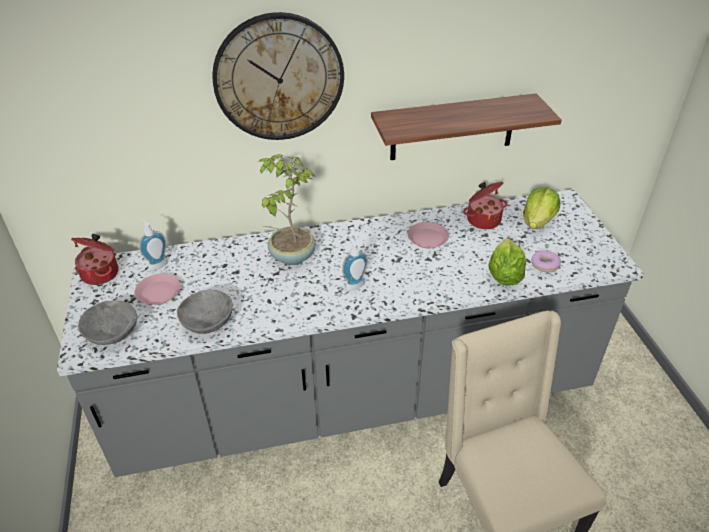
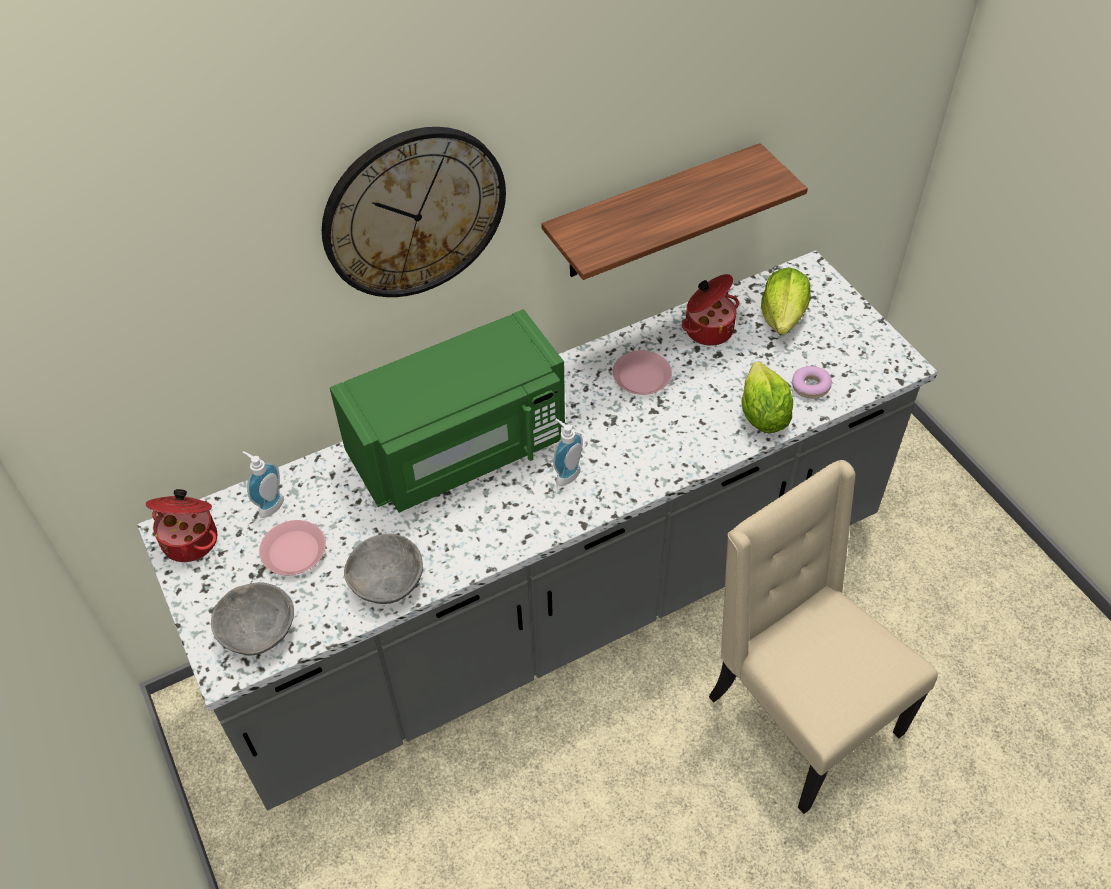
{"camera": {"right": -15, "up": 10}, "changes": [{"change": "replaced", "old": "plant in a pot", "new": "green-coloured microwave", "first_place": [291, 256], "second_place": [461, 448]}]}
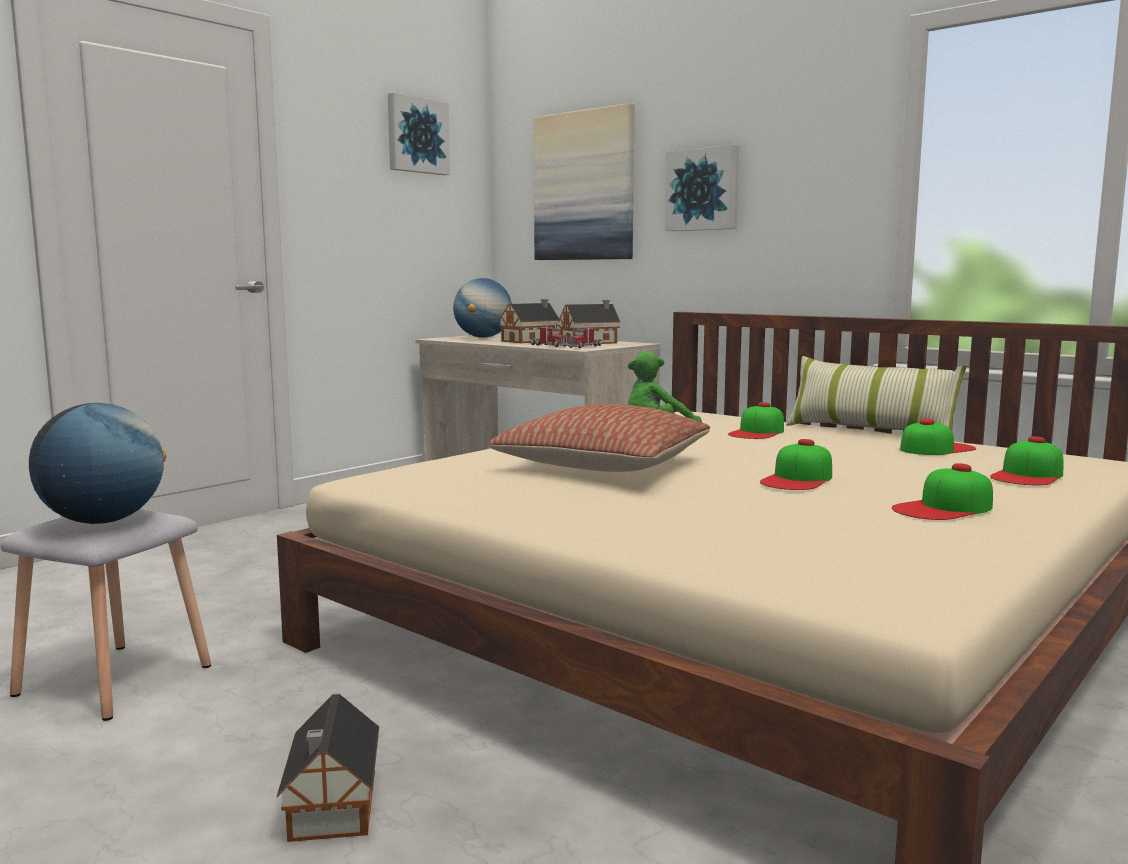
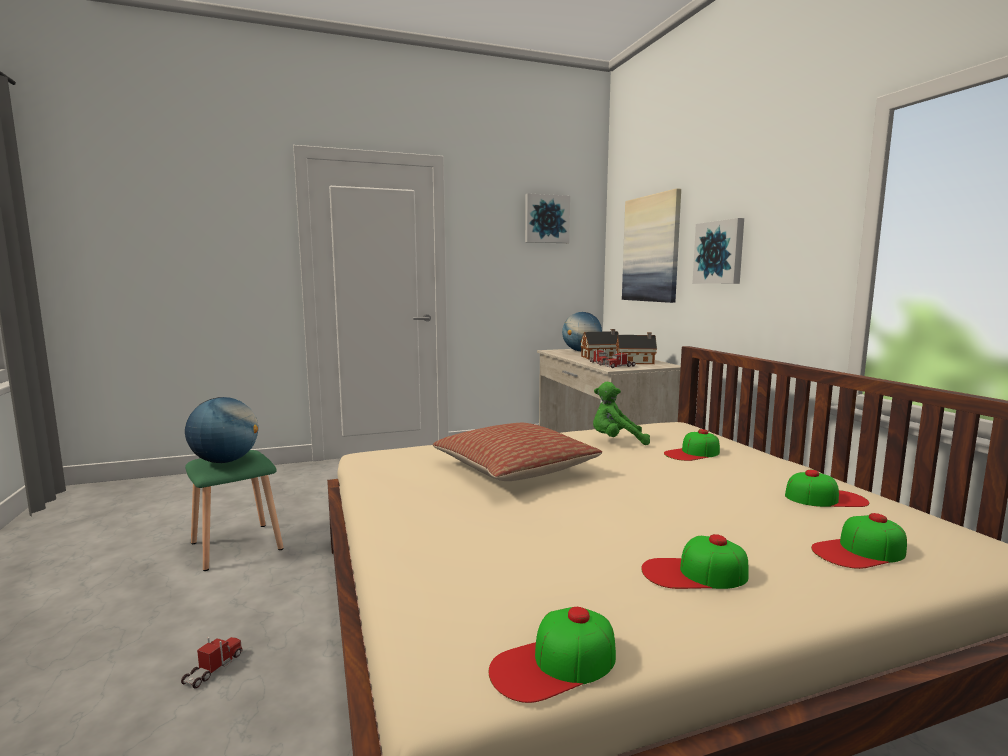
{"camera": {"right": 30, "up": 0}, "changes": [{"change": "removed", "old": "pillow", "first_place": [870, 430]}, {"change": "moved", "old": "baseball cap", "first_place": [798, 479], "second_place": [554, 664]}, {"change": "replaced", "old": "miniature house", "new": "toy truck", "first_place": [331, 808], "second_place": [213, 669]}, {"change": "recoloured", "old": "greyish sitting stool", "new": "green-coloured sitting stool", "first_place": [115, 679], "second_place": [238, 545]}]}
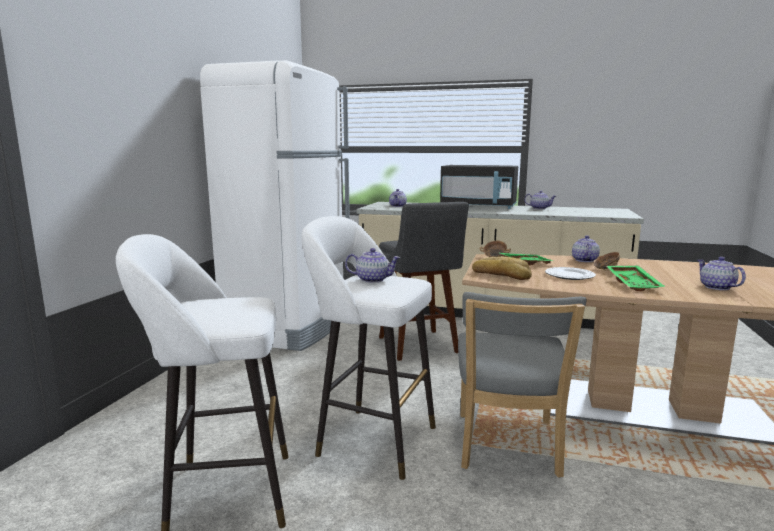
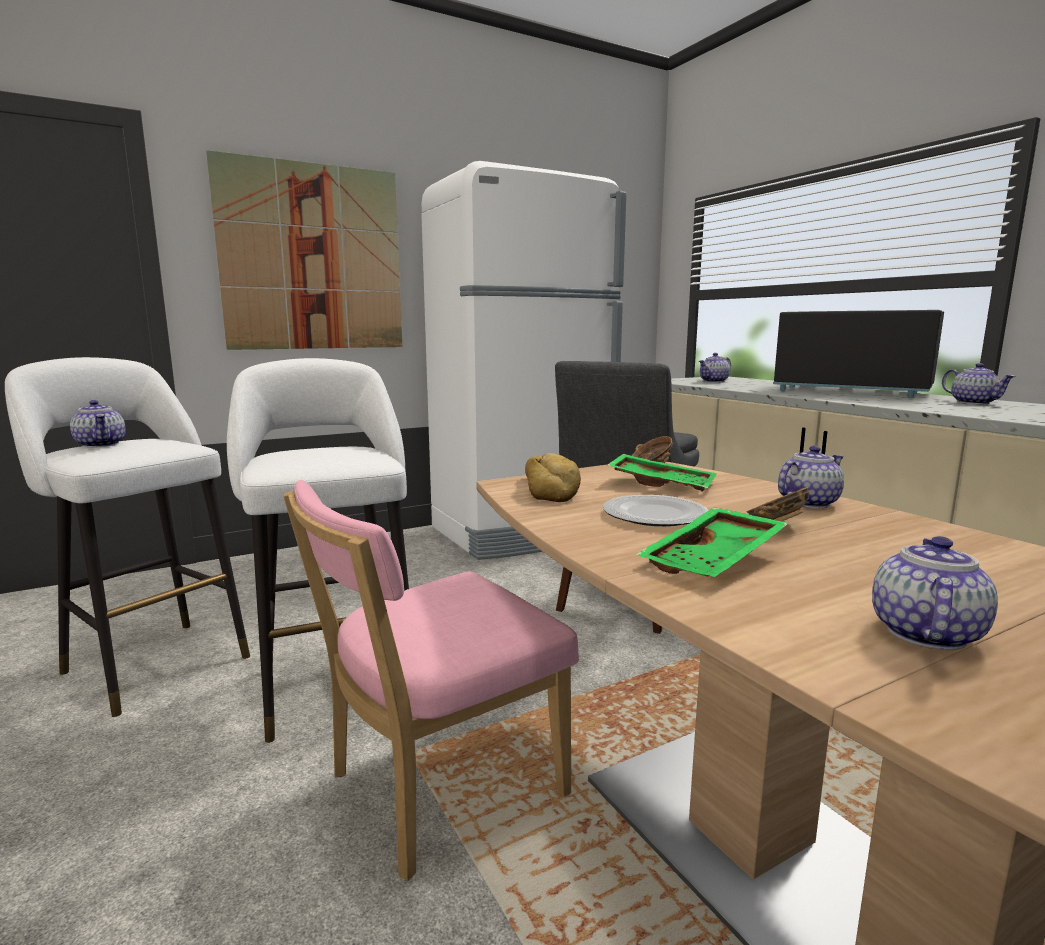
{"camera": {"right": 45, "up": 0}, "changes": [{"change": "added", "new": "picture", "second_place": [313, 258]}, {"change": "moved", "old": "teapot", "first_place": [373, 280], "second_place": [101, 444]}, {"change": "recoloured", "old": "greyish chair", "new": "pinkish chair", "first_place": [507, 448], "second_place": [437, 788]}, {"change": "turned", "old": "black microwave", "first_place": [478, 206], "second_place": [851, 391], "degrees": 150}]}
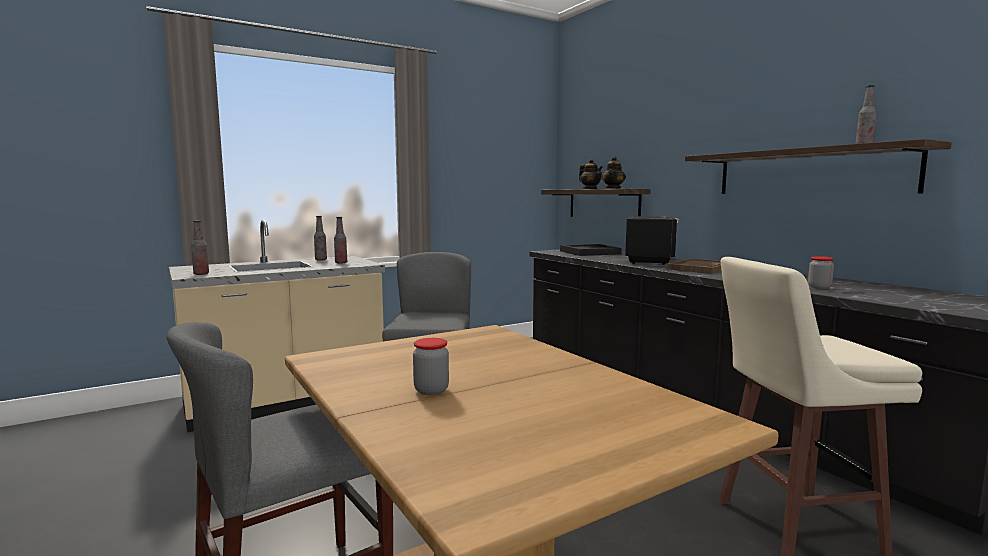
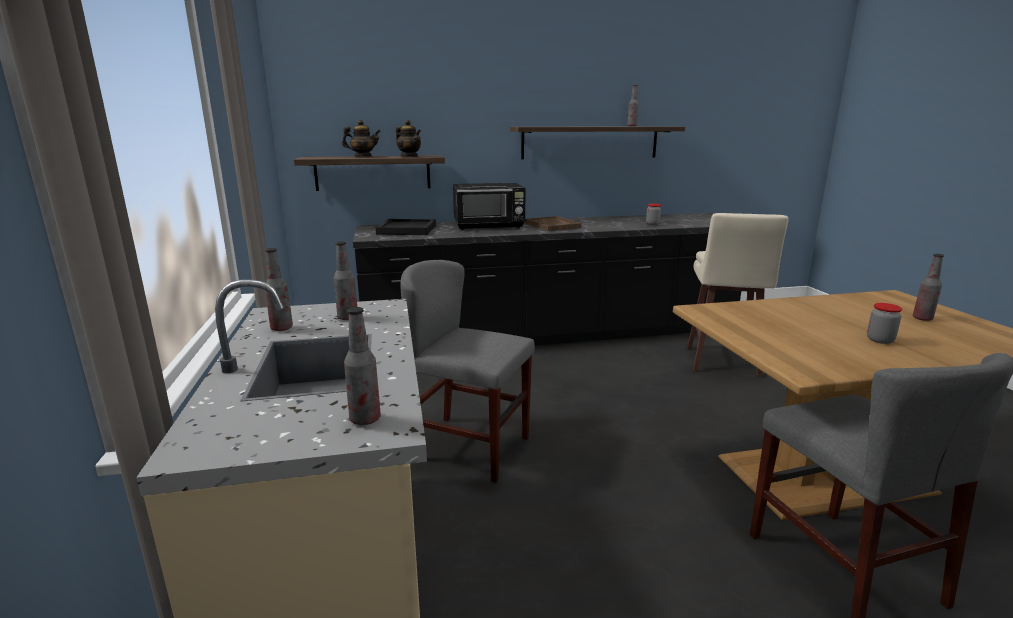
{"camera": {"right": -70, "up": 10}, "changes": [{"change": "added", "new": "beverage bottle", "second_place": [922, 318]}, {"change": "turned", "old": "black microwave", "first_place": [650, 260], "second_place": [489, 226], "degrees": 135}]}
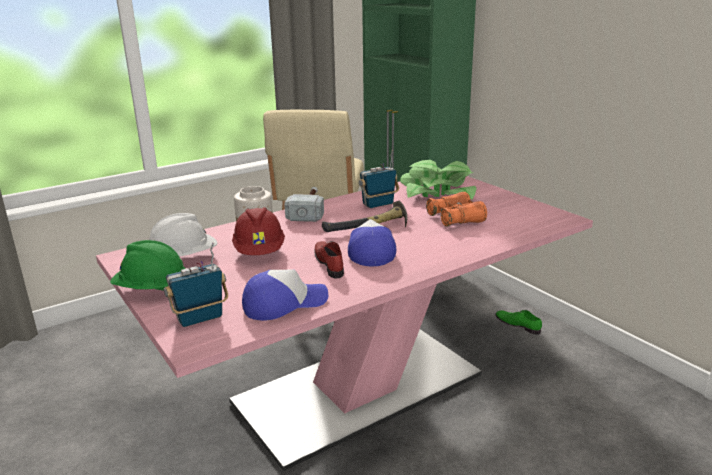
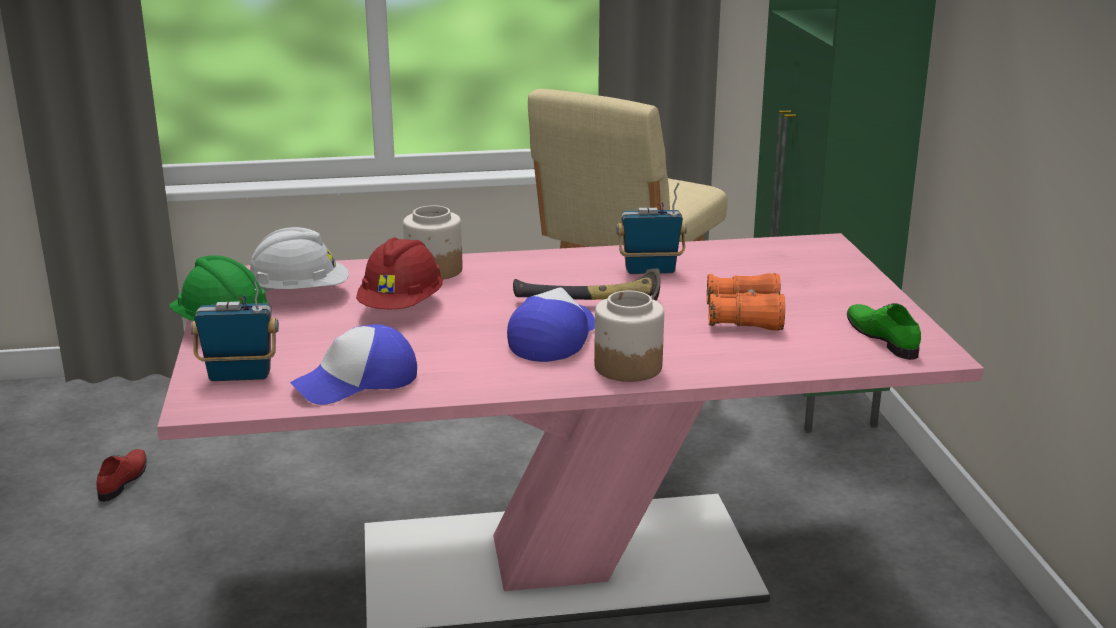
{"camera": {"right": 25, "up": 0}, "changes": [{"change": "removed", "old": "hammer", "first_place": [309, 210]}, {"change": "removed", "old": "plant in a pot", "first_place": [437, 192]}, {"change": "added", "new": "preserve jar", "second_place": [627, 366]}, {"change": "moved", "old": "red low shoe", "first_place": [330, 262], "second_place": [124, 479]}, {"change": "moved", "old": "green-coloured low shoe", "first_place": [518, 324], "second_place": [883, 336]}, {"change": "turned", "old": "baseball cap", "first_place": [284, 304], "second_place": [357, 382], "degrees": 150}]}
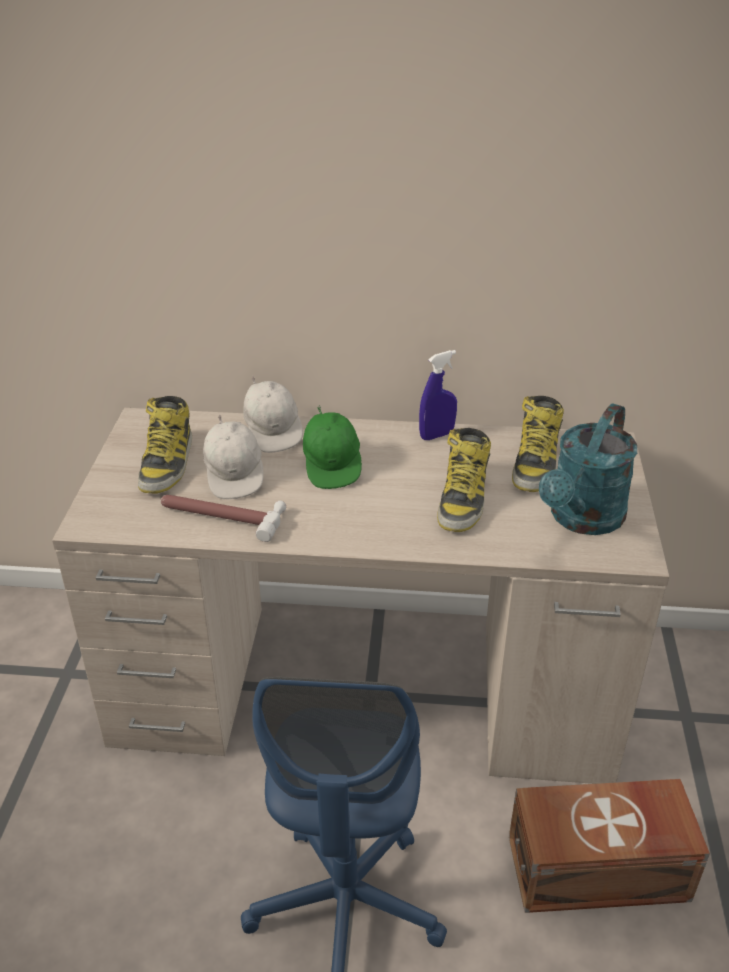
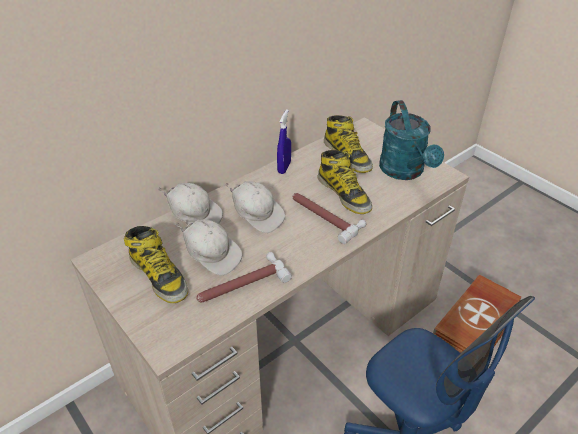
{"camera": {"right": -45, "up": 5}, "changes": [{"change": "added", "new": "hammer", "second_place": [324, 216]}, {"change": "recoloured", "old": "green-coloured baseball cap", "new": "white-coloured baseball cap", "first_place": [332, 465], "second_place": [257, 216]}]}
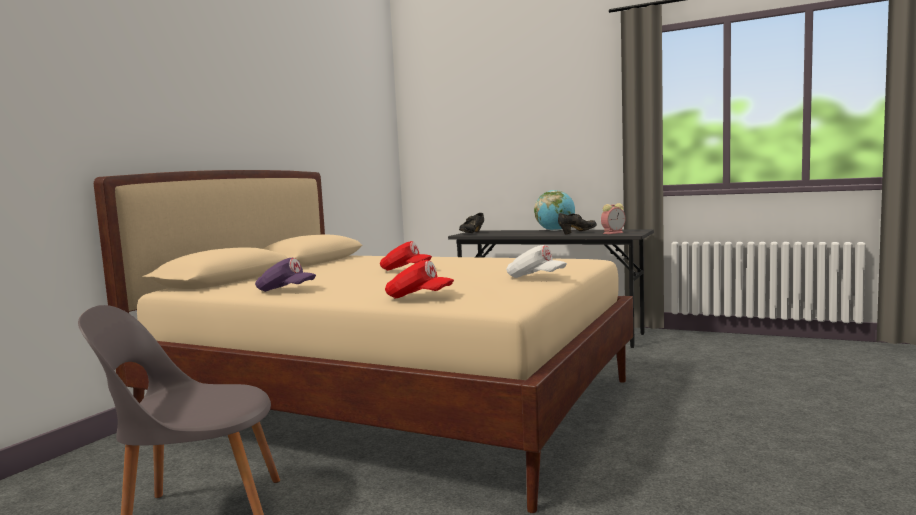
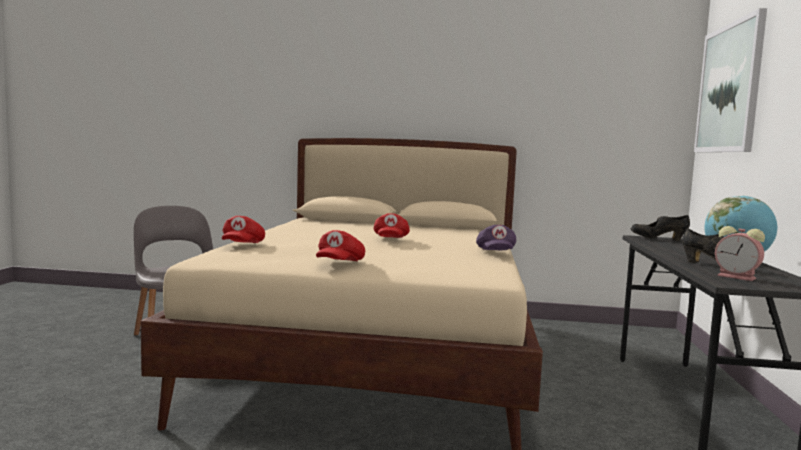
{"camera": {"right": 70, "up": 0}, "changes": [{"change": "added", "new": "picture", "second_place": [729, 88]}, {"change": "moved", "old": "purple baseball cap", "first_place": [285, 291], "second_place": [496, 253]}, {"change": "recoloured", "old": "white-coloured baseball cap", "new": "red baseball cap", "first_place": [535, 278], "second_place": [339, 264]}]}
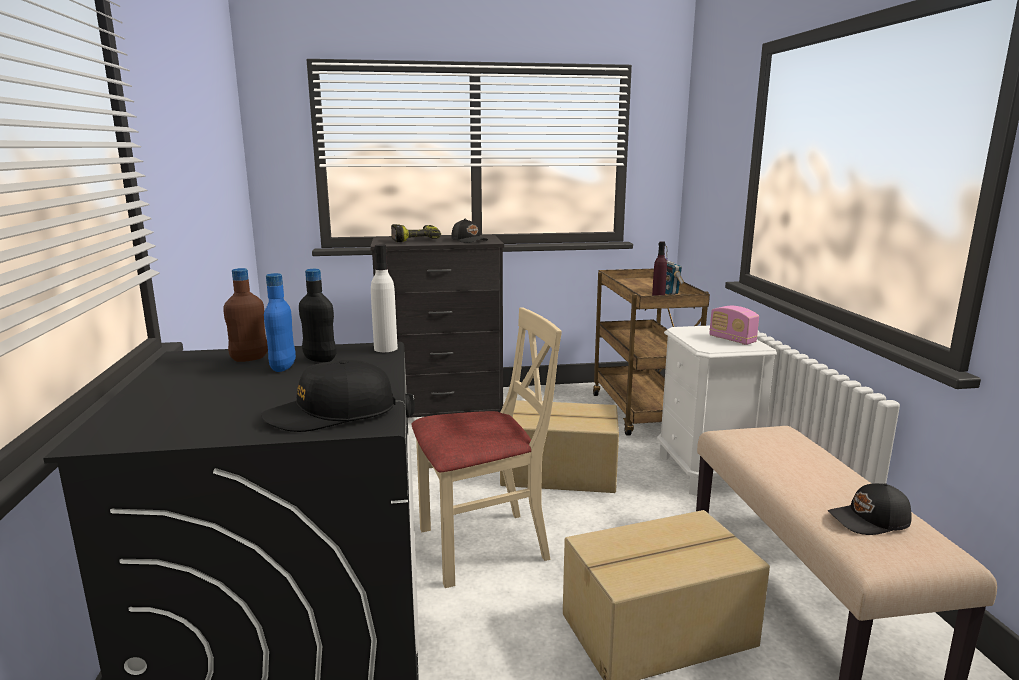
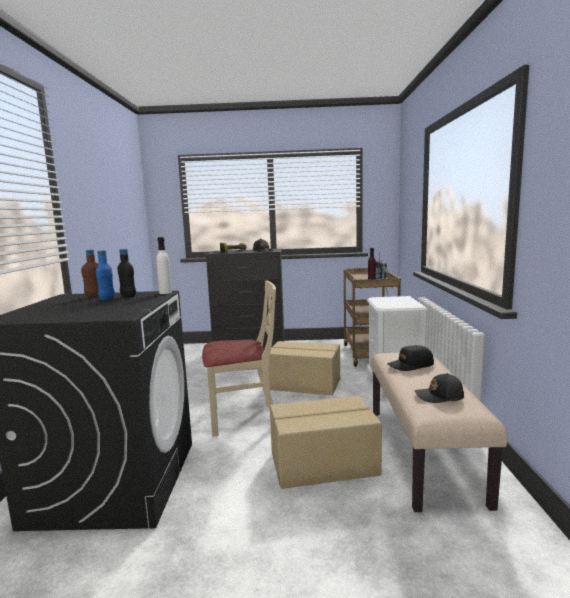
{"camera": {"right": 10, "up": -5}, "changes": [{"change": "removed", "old": "radio set", "first_place": [732, 340]}, {"change": "moved", "old": "black baseball cap", "first_place": [331, 414], "second_place": [410, 365]}]}
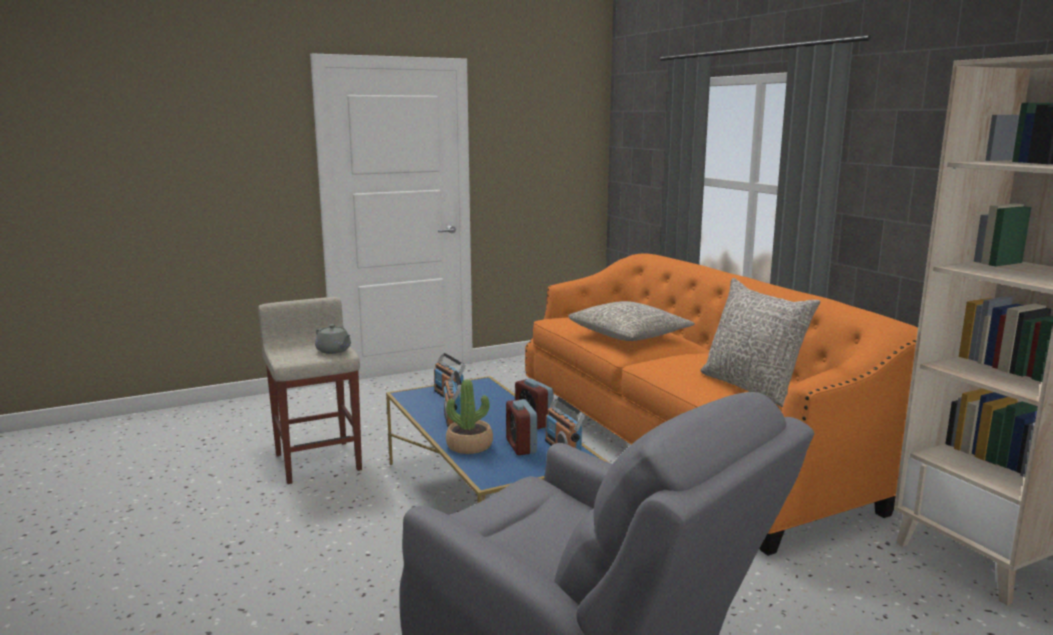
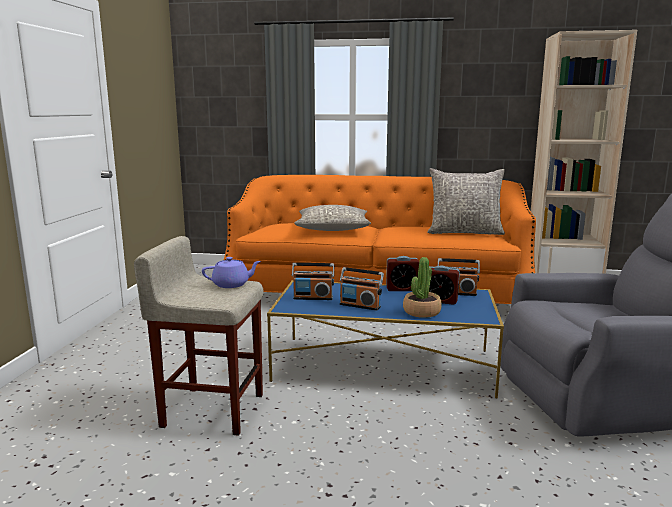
{"camera": {"right": -55, "up": 0}, "changes": [{"change": "recoloured", "old": "greyish teapot", "new": "purple teapot", "first_place": [334, 351], "second_place": [232, 284]}]}
